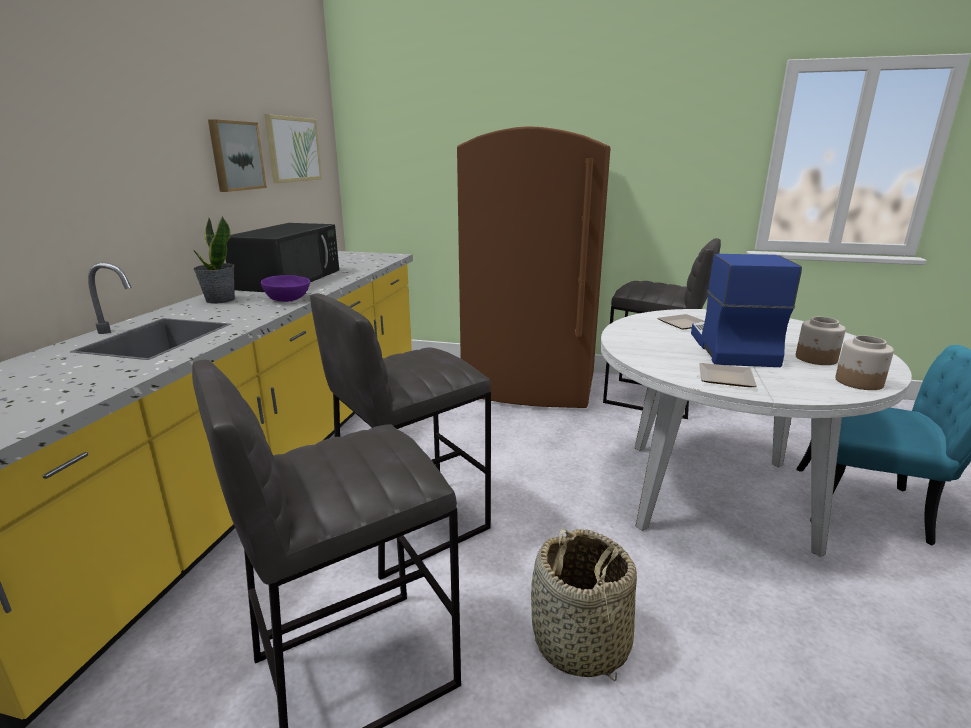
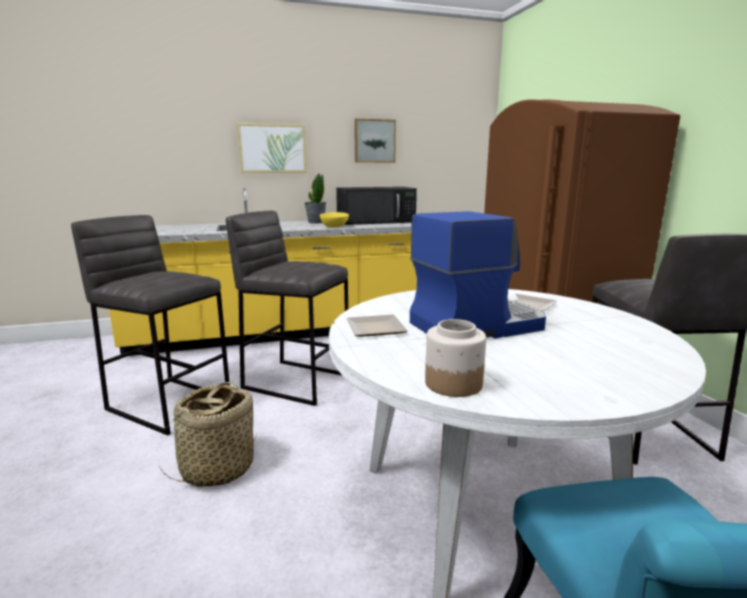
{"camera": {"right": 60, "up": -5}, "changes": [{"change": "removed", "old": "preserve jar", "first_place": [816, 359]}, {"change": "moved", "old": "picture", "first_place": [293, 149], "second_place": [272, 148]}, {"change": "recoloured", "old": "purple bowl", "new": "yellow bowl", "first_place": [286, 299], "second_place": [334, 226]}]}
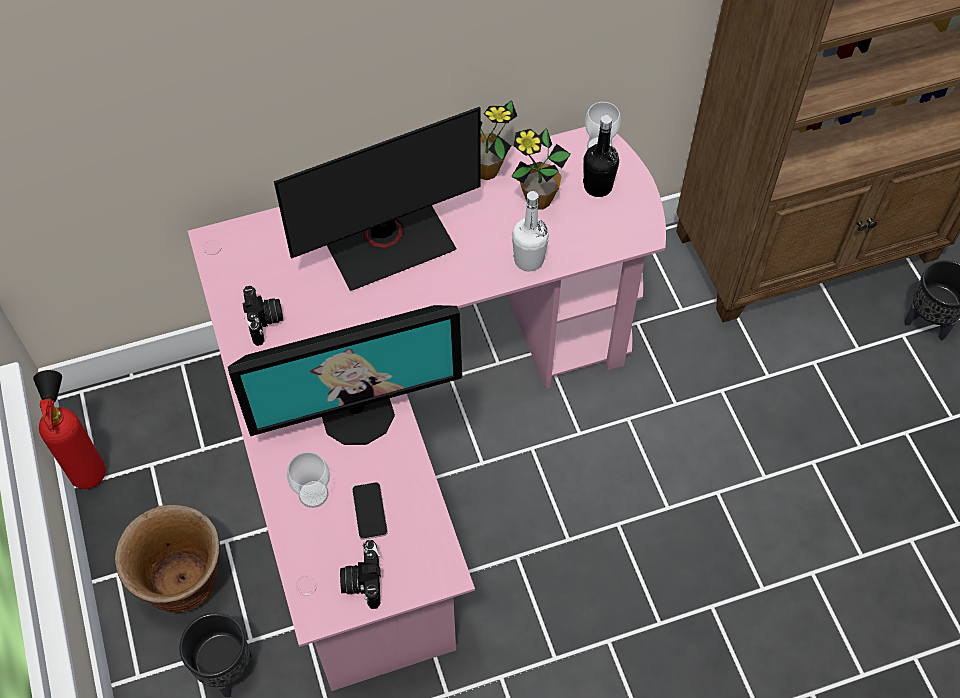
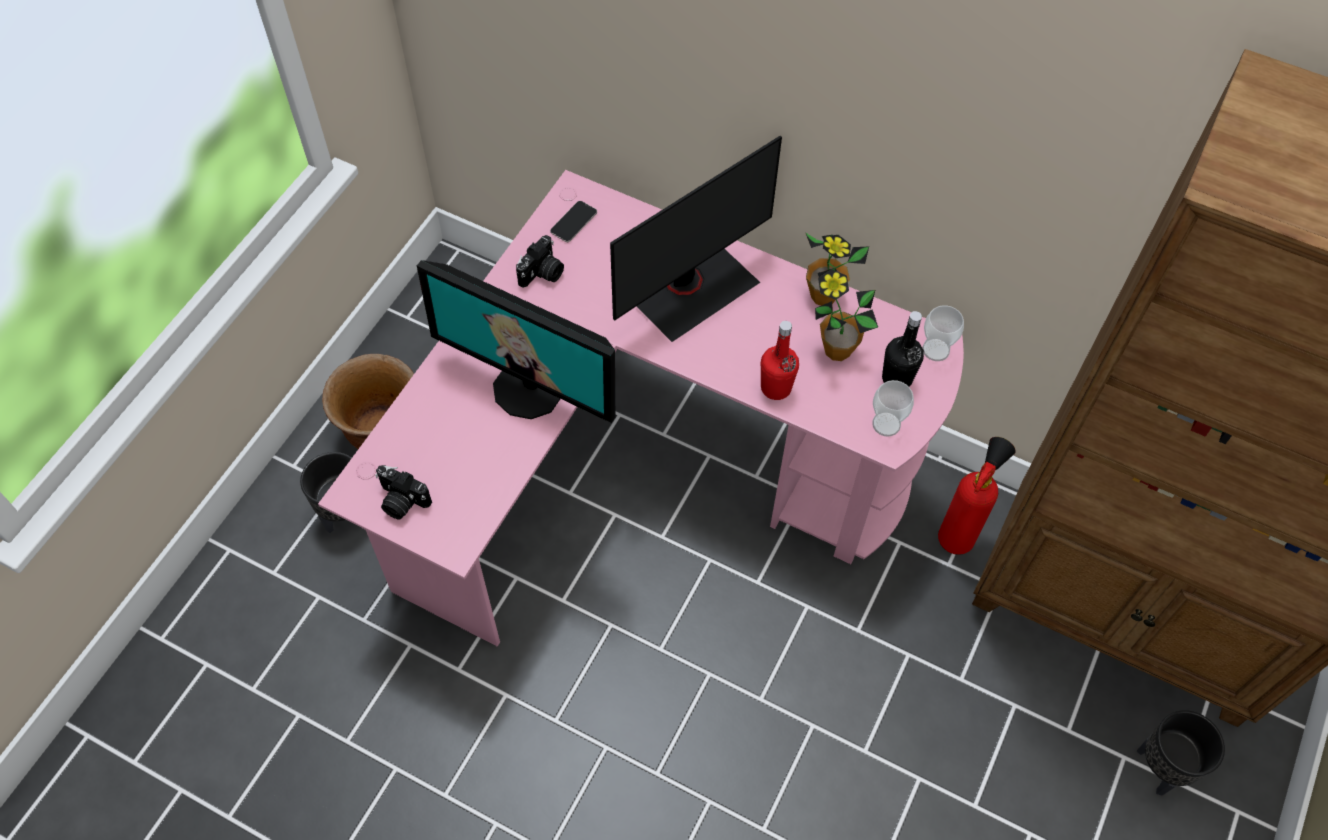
{"camera": {"right": 45, "up": 0}, "changes": [{"change": "moved", "old": "extinguisher", "first_place": [88, 467], "second_place": [959, 533]}, {"change": "moved", "old": "drinking cup", "first_place": [313, 494], "second_place": [886, 424]}, {"change": "moved", "old": "handset", "first_place": [369, 511], "second_place": [573, 222]}, {"change": "recoloured", "old": "white-coloured beverage bottle", "new": "red beverage bottle", "first_place": [529, 260], "second_place": [776, 388]}, {"change": "turned", "old": "computer display", "first_place": [387, 241], "second_place": [689, 288], "degrees": -60}, {"change": "turned", "old": "still camera", "first_place": [362, 581], "second_place": [401, 501], "degrees": -105}]}
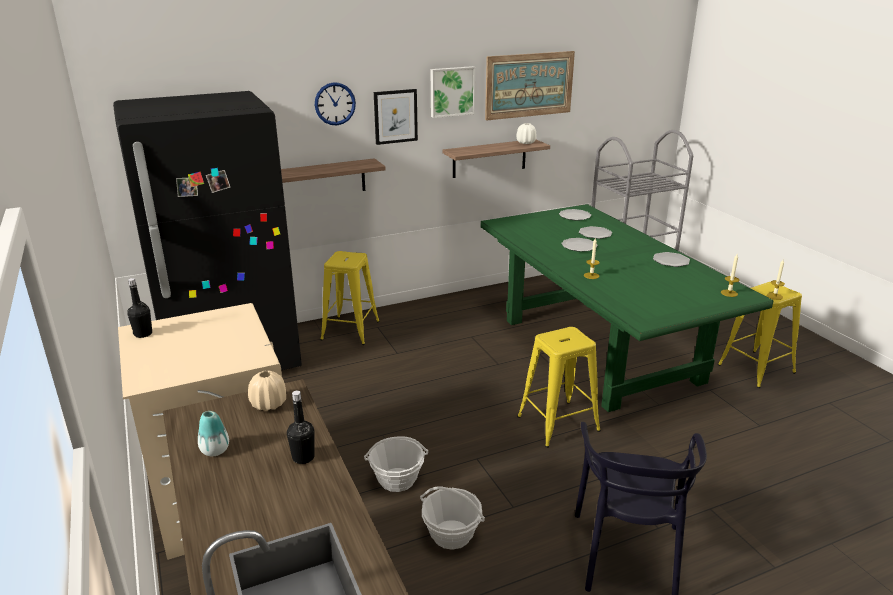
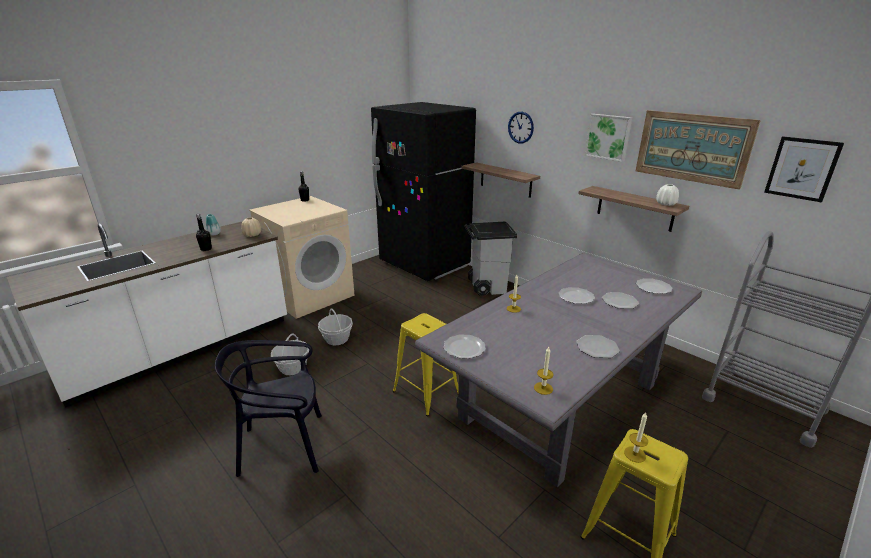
{"camera": {"right": 70, "up": 0}, "changes": [{"change": "added", "new": "plate", "second_place": [464, 348]}, {"change": "moved", "old": "picture", "first_place": [395, 116], "second_place": [802, 168]}, {"change": "replaced", "old": "yellow sitting stool", "new": "greyish rubbish bin", "first_place": [350, 330], "second_place": [486, 287]}, {"change": "recoloured", "old": "green-coloured kitchen table", "new": "greyish kitchen table", "first_place": [600, 350], "second_place": [559, 401]}]}
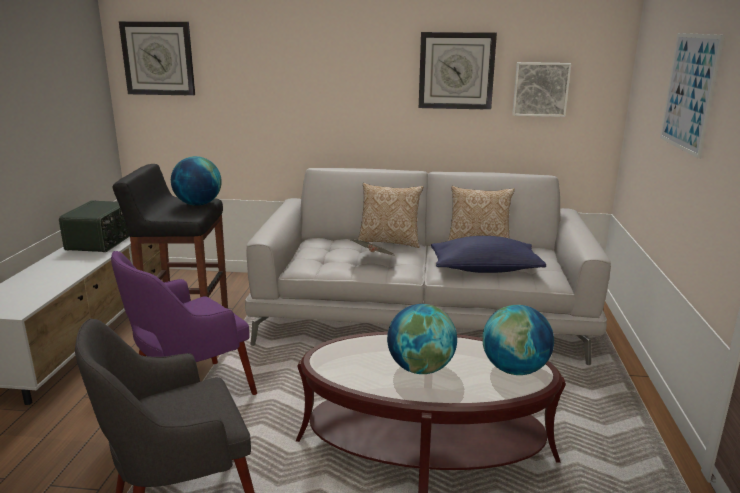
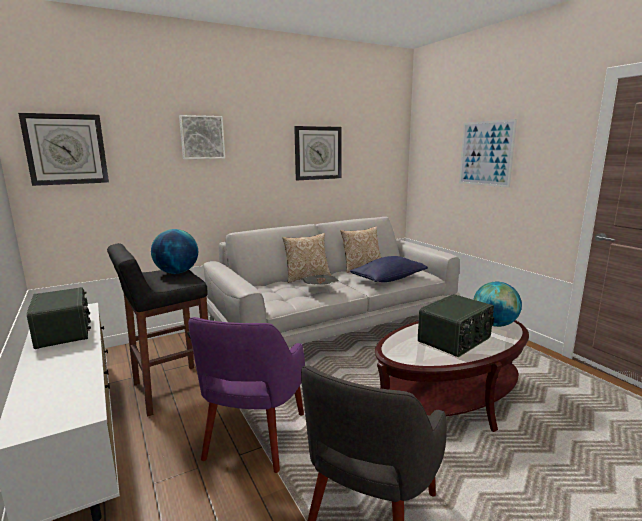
{"camera": {"right": -35, "up": -5}, "changes": [{"change": "moved", "old": "picture", "first_place": [540, 89], "second_place": [202, 137]}, {"change": "replaced", "old": "world globe", "new": "radio set", "first_place": [421, 368], "second_place": [455, 340]}]}
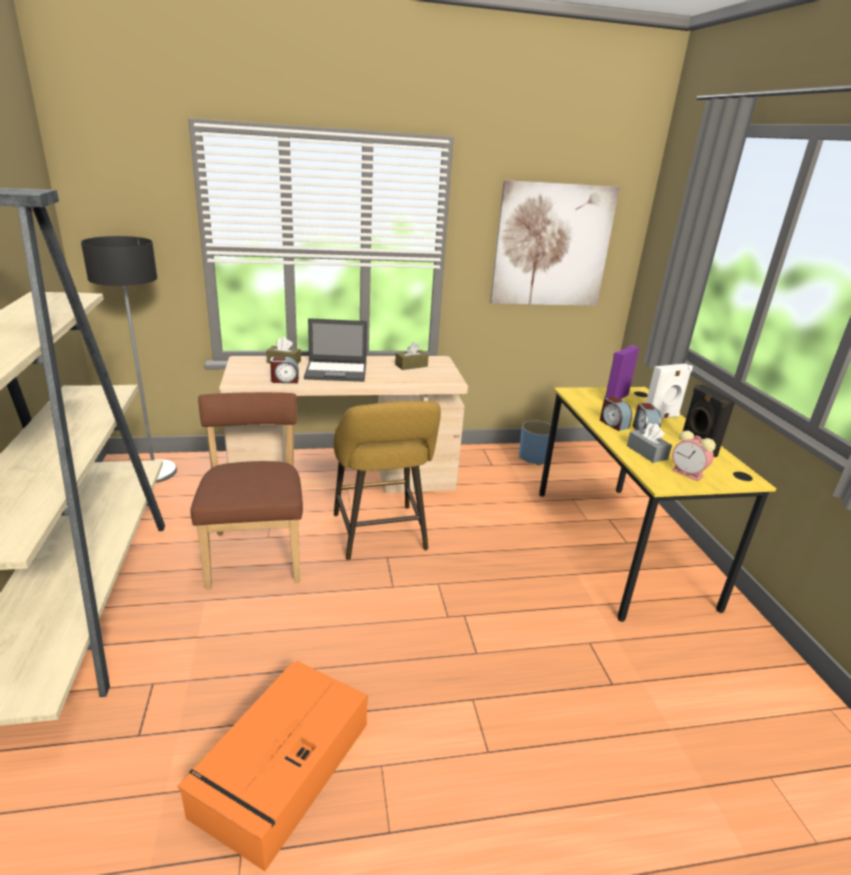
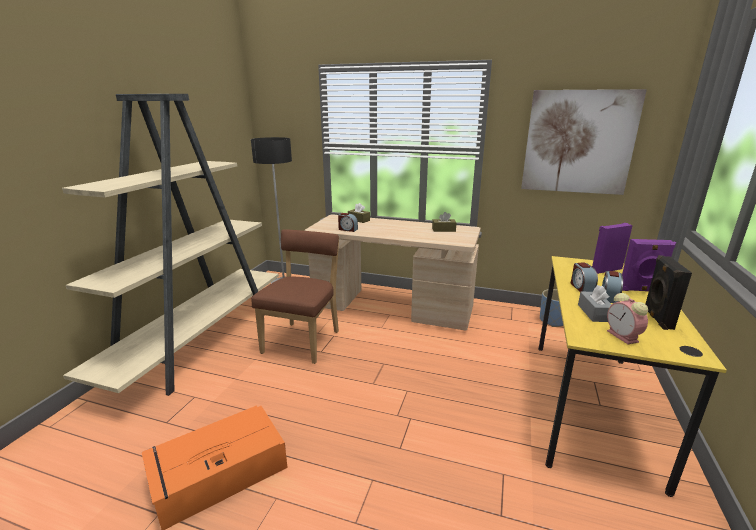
{"camera": {"right": 30, "up": -5}, "changes": [{"change": "removed", "old": "notebook computer", "first_place": [337, 372]}, {"change": "removed", "old": "yellow sitting stool", "first_place": [380, 536]}, {"change": "recoloured", "old": "white-coloured loudspeaker", "new": "purple loudspeaker", "first_place": [661, 417], "second_place": [640, 290]}]}
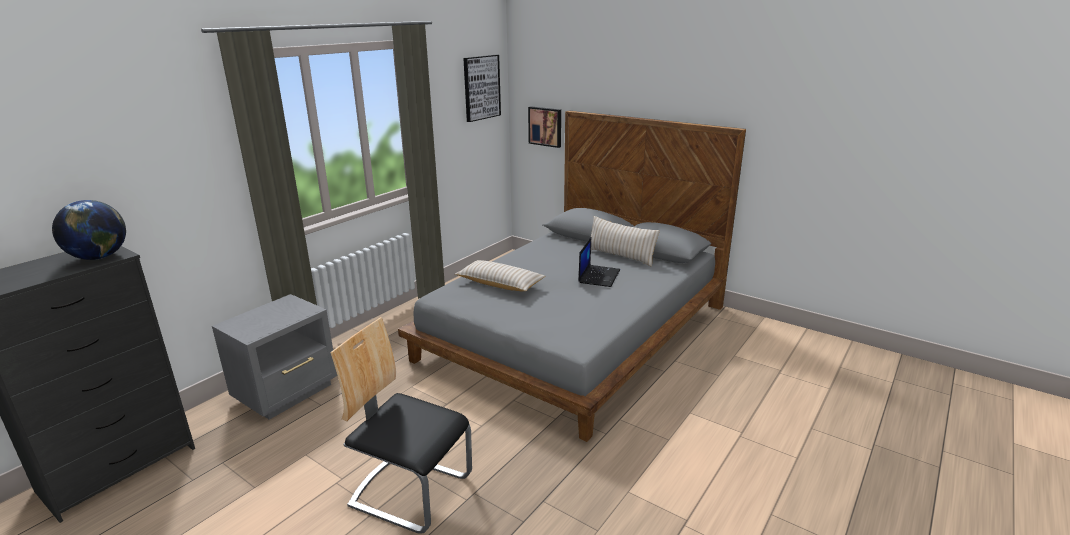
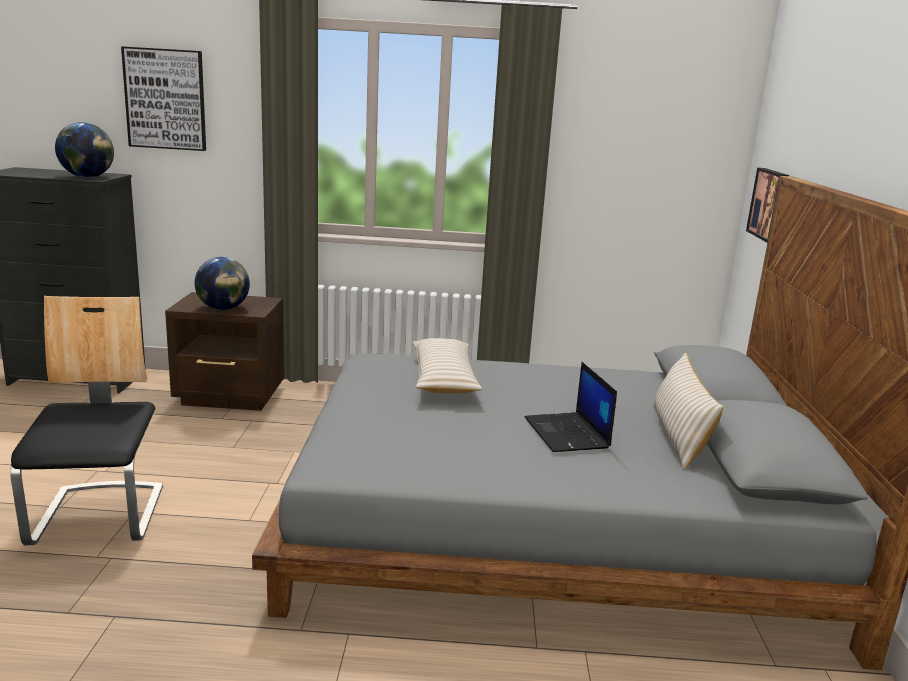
{"camera": {"right": 55, "up": -5}, "changes": [{"change": "added", "new": "world globe", "second_place": [223, 309]}, {"change": "moved", "old": "picture", "first_place": [481, 87], "second_place": [165, 99]}, {"change": "recoloured", "old": "greyish bedside table", "new": "brown-coloured bedside table", "first_place": [288, 392], "second_place": [231, 397]}, {"change": "turned", "old": "notebook computer", "first_place": [598, 276], "second_place": [567, 433], "degrees": 90}]}
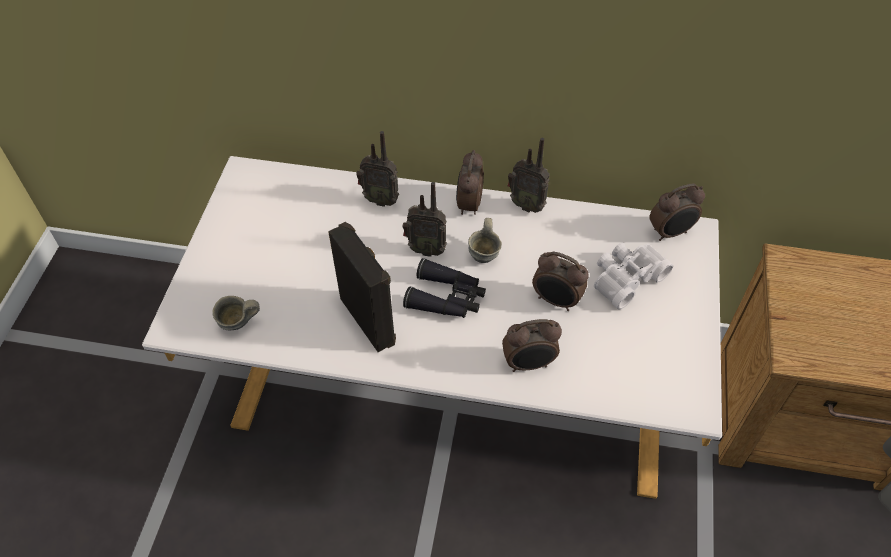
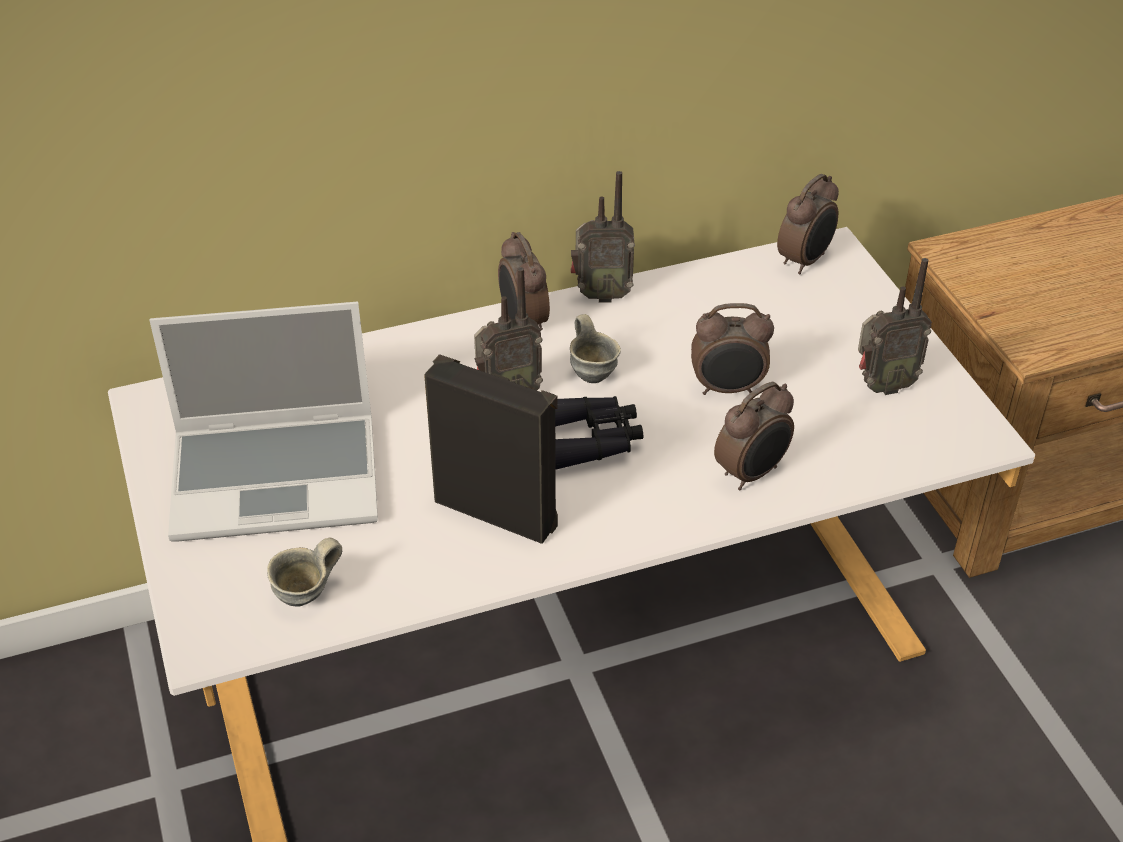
{"camera": {"right": -30, "up": -10}, "changes": [{"change": "removed", "old": "white-coloured binoculars", "first_place": [625, 277]}, {"change": "added", "new": "notebook computer", "second_place": [278, 477]}, {"change": "moved", "old": "radio set", "first_place": [380, 199], "second_place": [882, 386]}]}
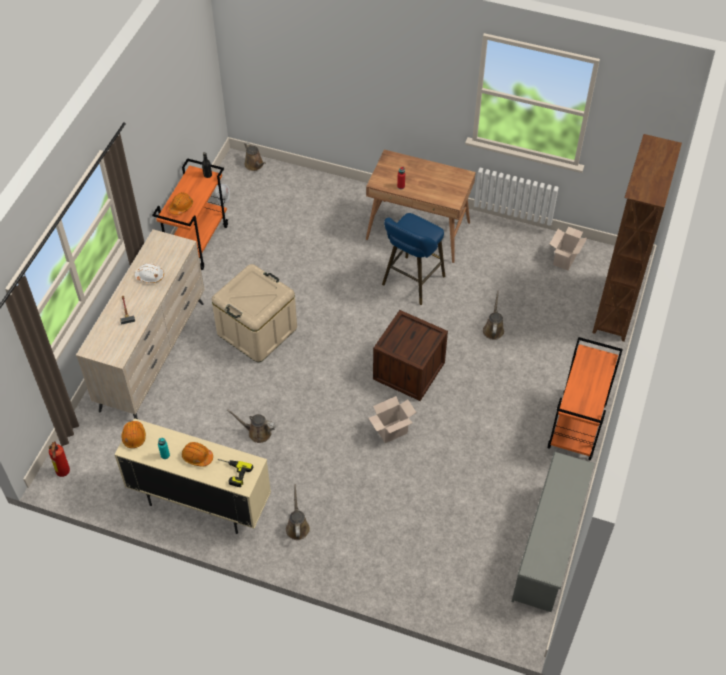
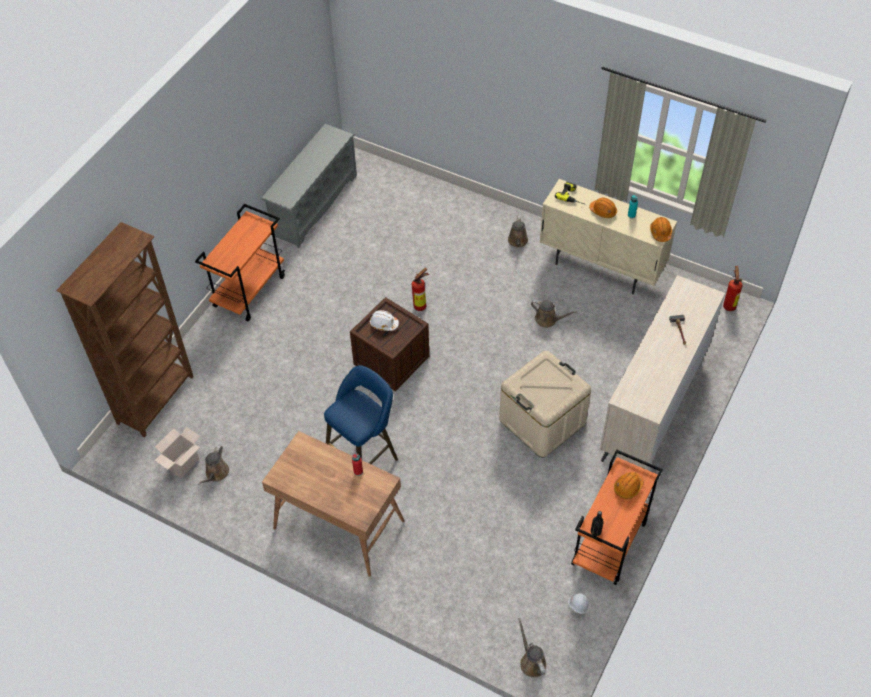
{"camera": {"right": -170, "up": 0}, "changes": [{"change": "moved", "old": "white-coloured safety helmet", "first_place": [150, 276], "second_place": [383, 324]}, {"change": "moved", "old": "brown-coloured sprinkling can", "first_place": [493, 329], "second_place": [216, 474]}, {"change": "replaced", "old": "packing box", "new": "extinguisher", "first_place": [391, 432], "second_place": [421, 306]}]}
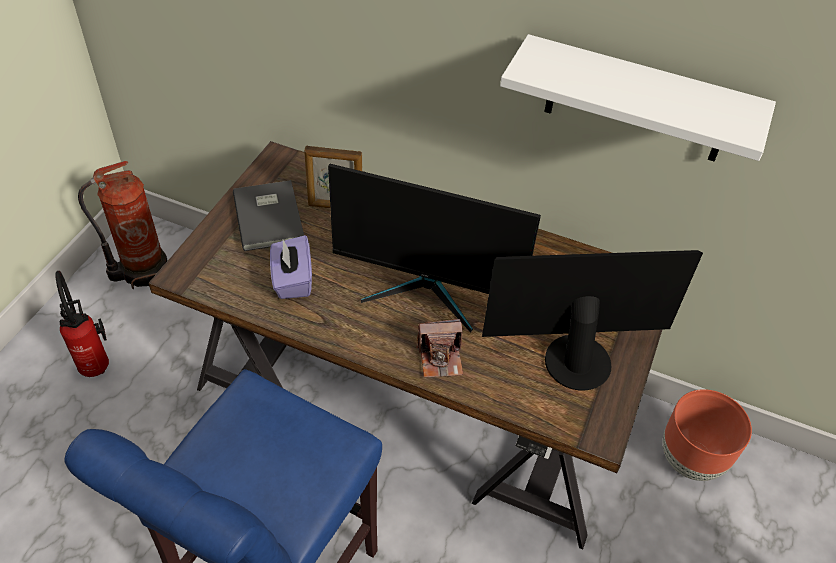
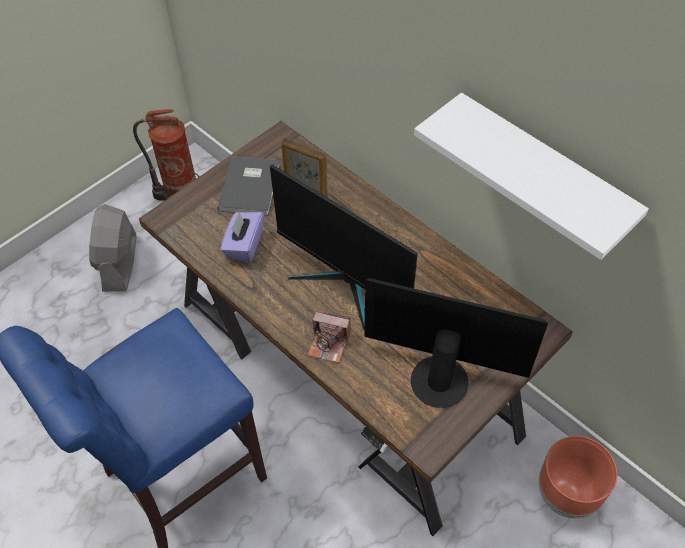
{"camera": {"right": 25, "up": 5}, "changes": [{"change": "replaced", "old": "extinguisher", "new": "greyish fan", "first_place": [96, 363], "second_place": [119, 263]}]}
